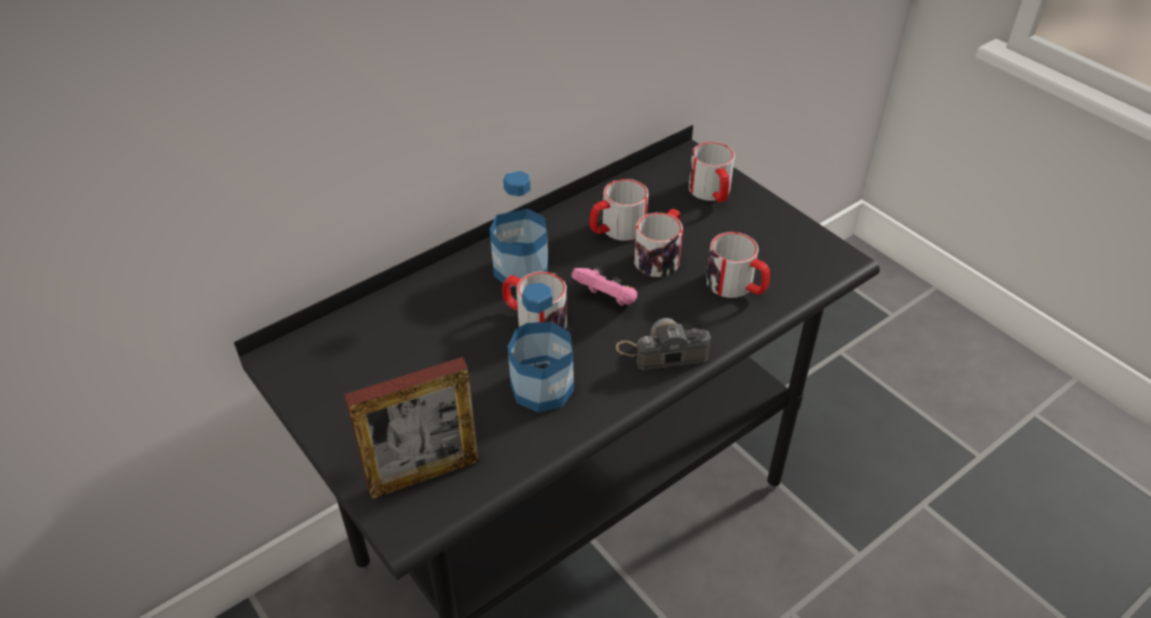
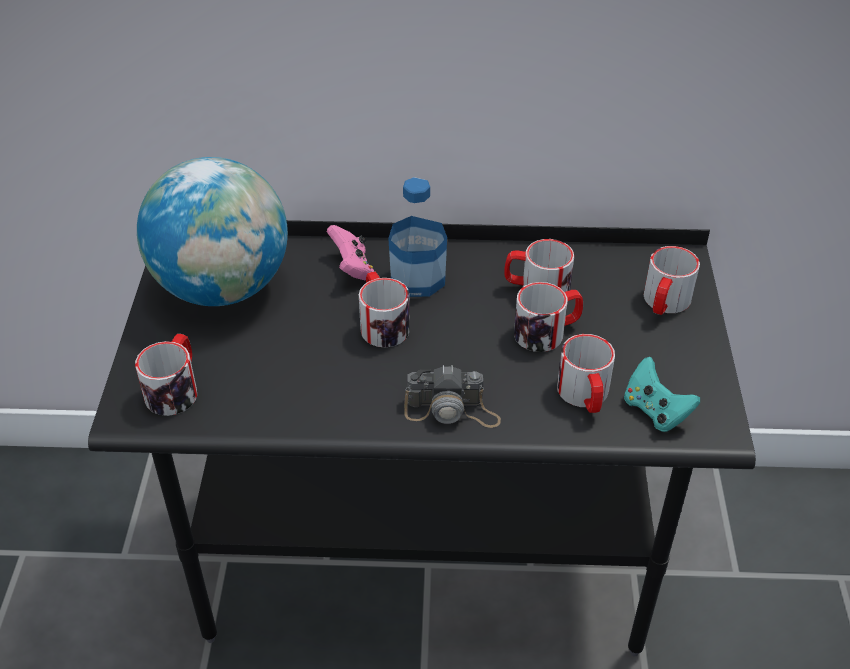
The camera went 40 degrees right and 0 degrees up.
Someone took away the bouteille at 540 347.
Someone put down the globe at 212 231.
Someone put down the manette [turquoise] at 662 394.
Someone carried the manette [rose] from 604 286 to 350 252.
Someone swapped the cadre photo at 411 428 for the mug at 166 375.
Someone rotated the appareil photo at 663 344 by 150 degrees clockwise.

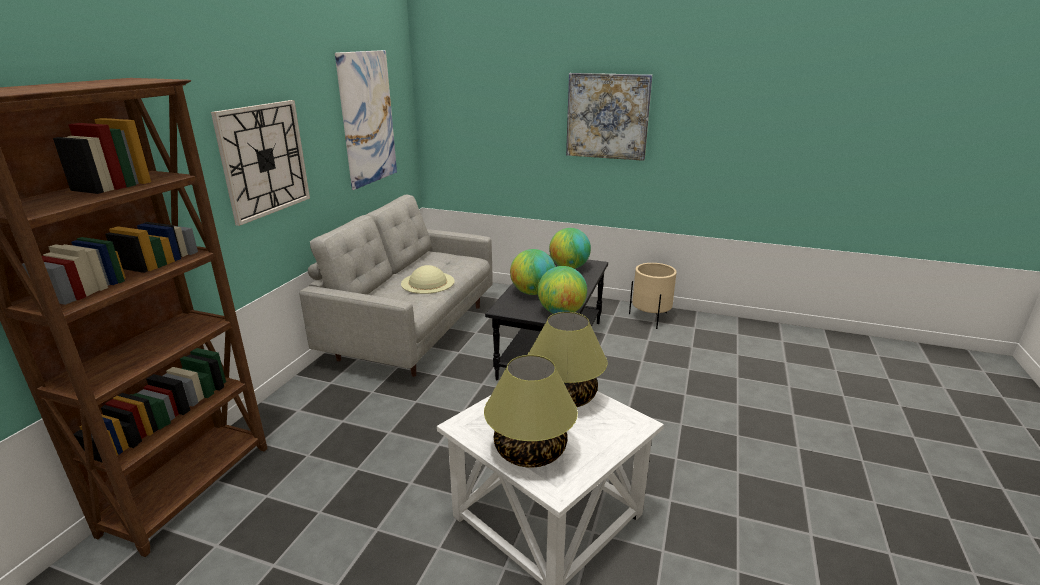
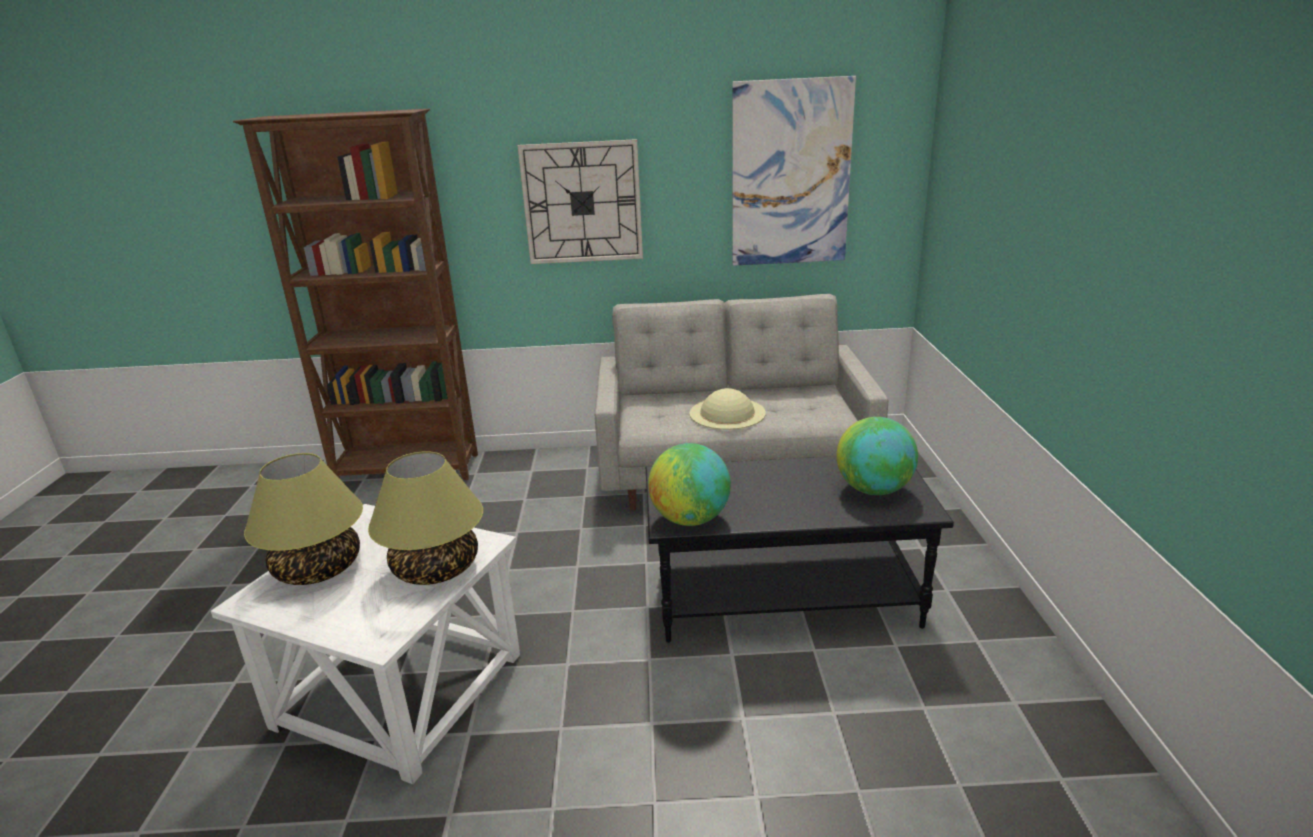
The camera went 70 degrees right and 0 degrees up.
Someone took away the globe at 532 272.
Someone took away the tableau at 609 117.
Someone took away the cache-pot [beige] at 653 296.

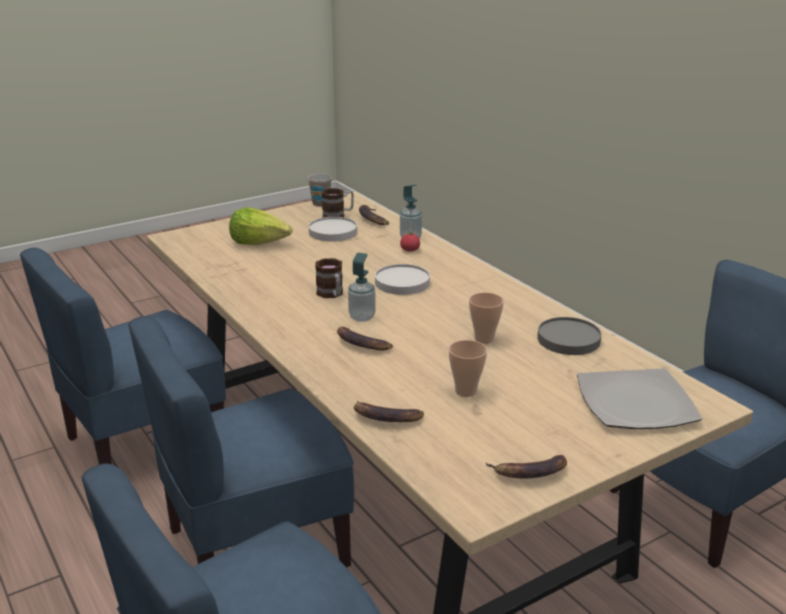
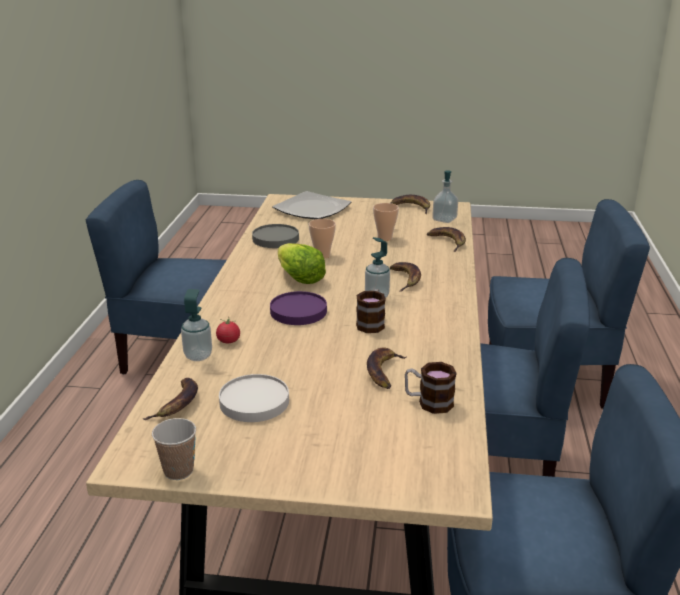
The camera went 140 degrees left and 0 degrees up.
Someone put down the banane at 387 368.
Someone put down the distributeur de savon at 445 196.
Someone carried the laitue from 260 226 to 302 263.
Someone carried the mug from 338 203 to 431 388.
Someone repainted the assiette [blanc] at 402 279, which became the assiette [violet] at 298 308.

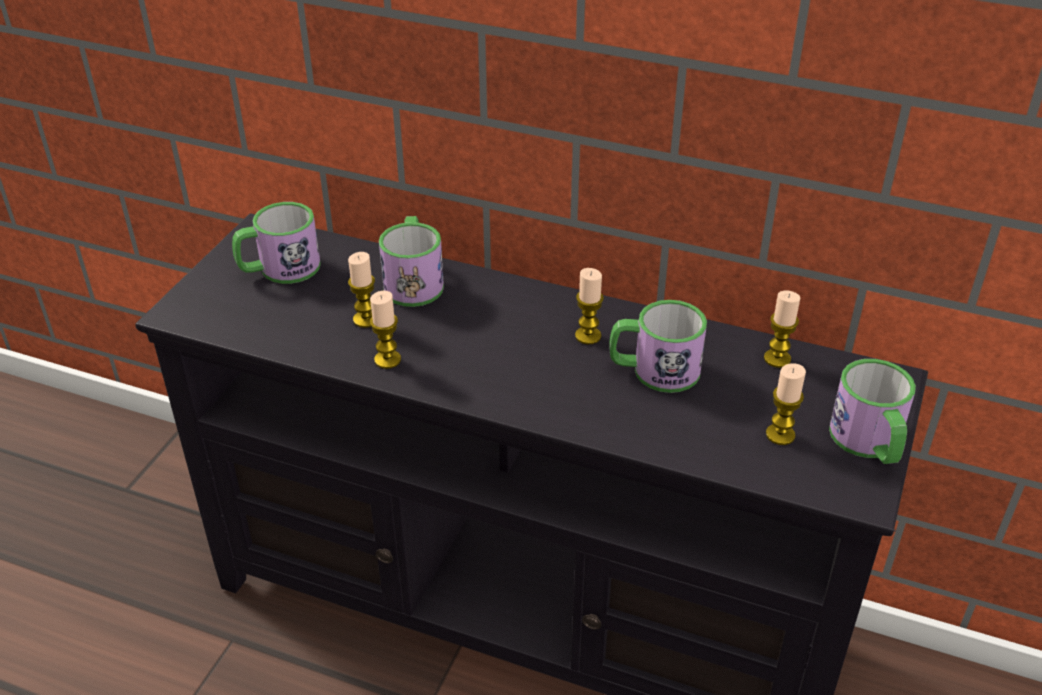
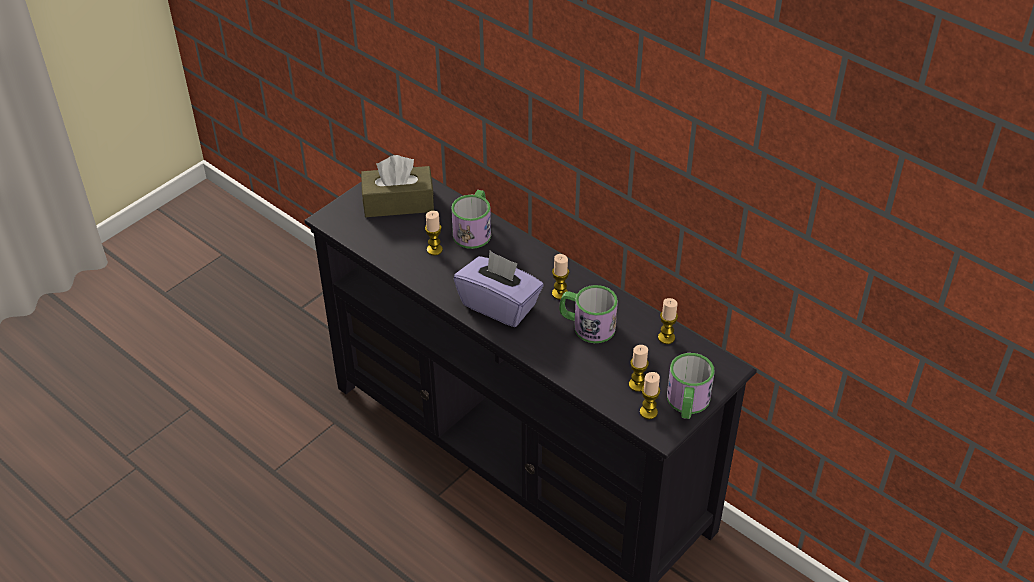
The camera went 20 degrees right and 5 degrees up.
Someone put down the boîte à mouchoirs [violet] at 498 289.
Someone carried the bougie from 385 330 to 650 395.
Someone swapped the mug at 276 243 for the boîte à mouchoirs [marron] at 397 186.

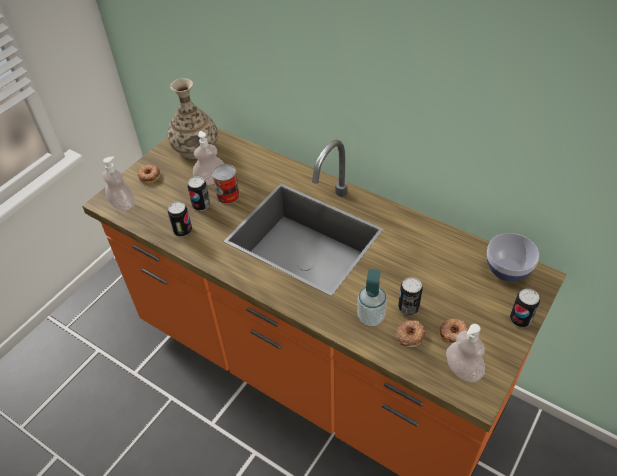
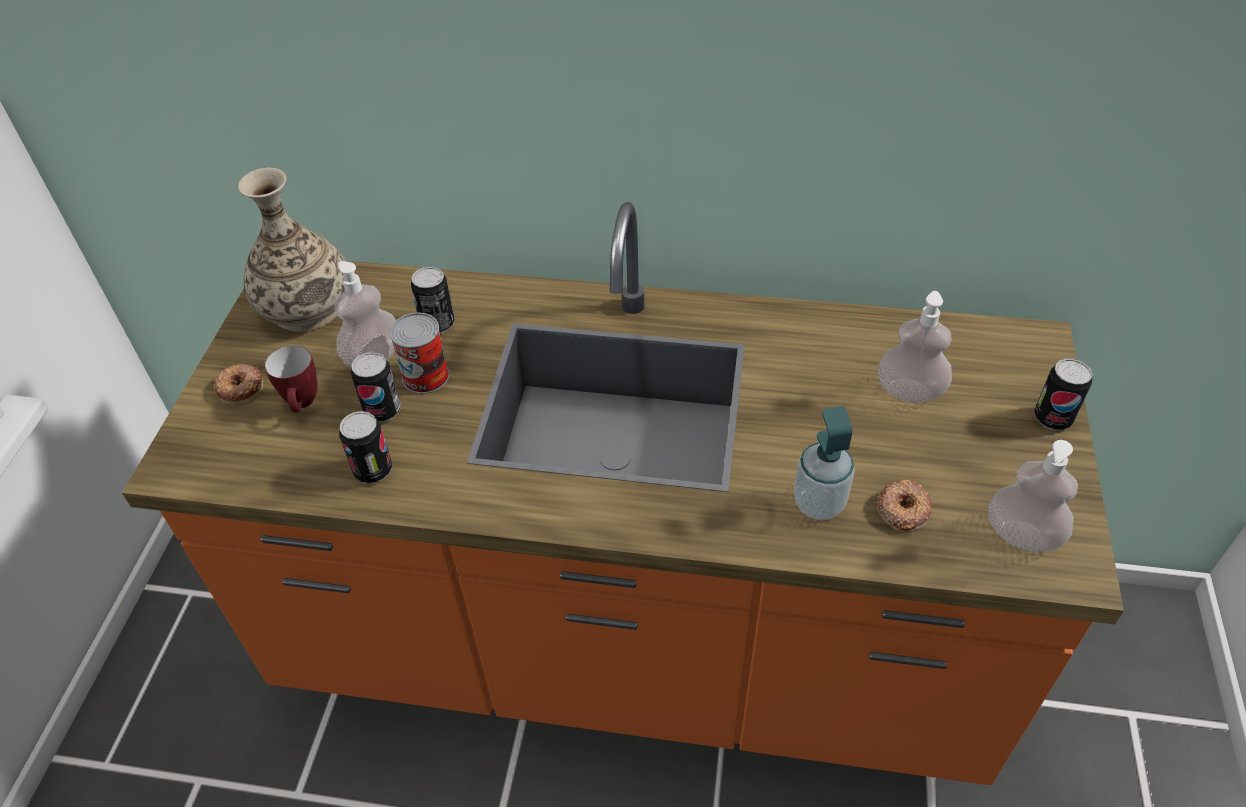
The camera went 25 degrees left and 0 degrees up.
Someone took away the beignet at 454 331.
Someone took away the bol at 513 257.
Someone put down the mug at 291 378.
Someone carried the distributeur de savon from 119 183 to 915 347.
Someone carried the boîte métallique from 410 296 to 433 299.

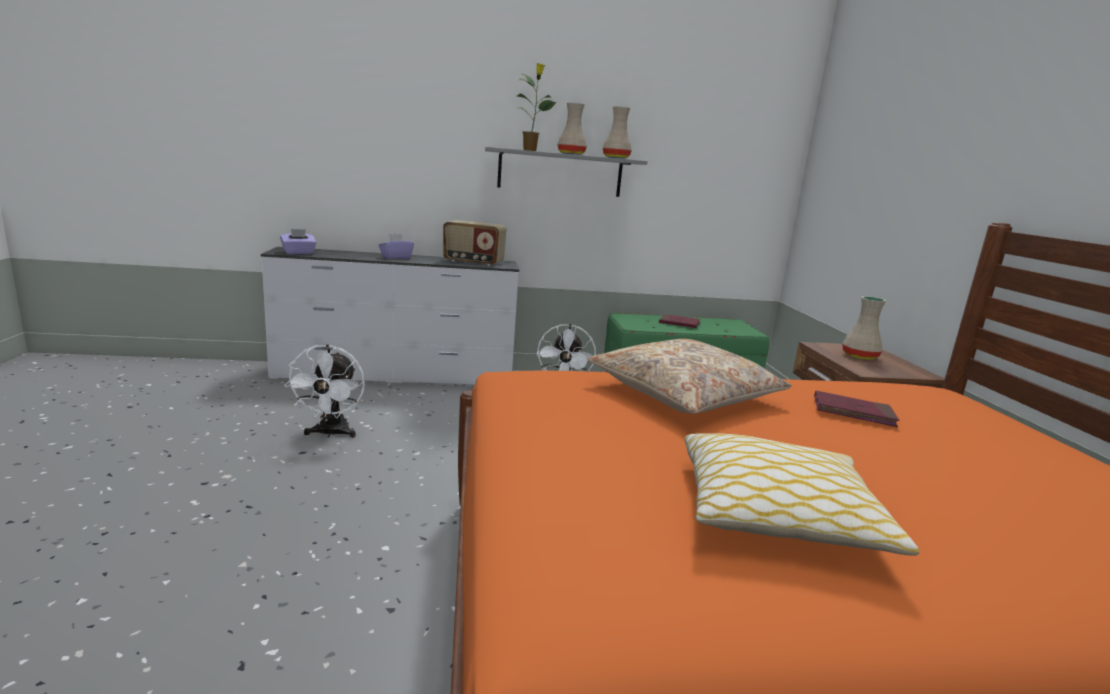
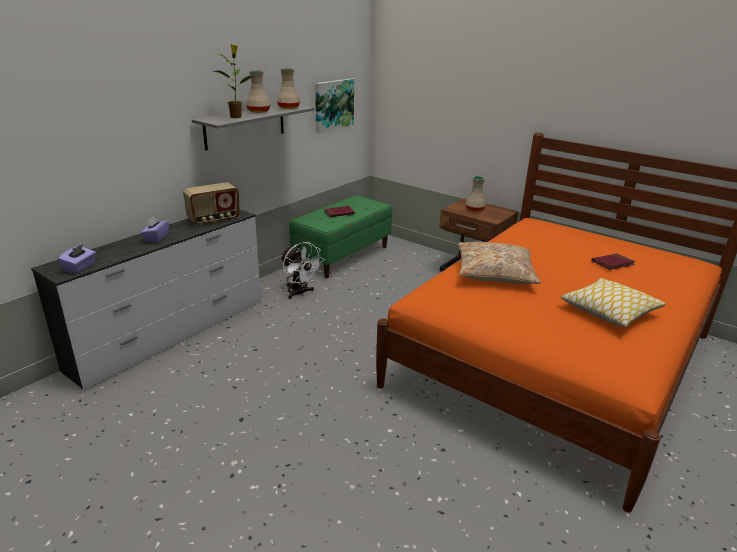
The camera went 45 degrees left and 10 degrees up.
Someone took away the ventilateur [blanc] at 324 391.
Someone put up the tableau at 334 105.
Someone carried the livre [rouge] from 856 409 to 613 261.

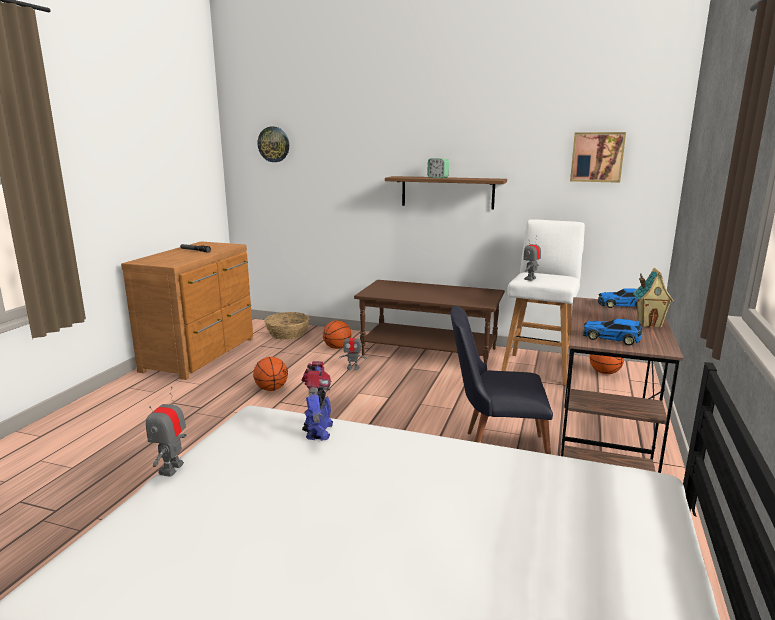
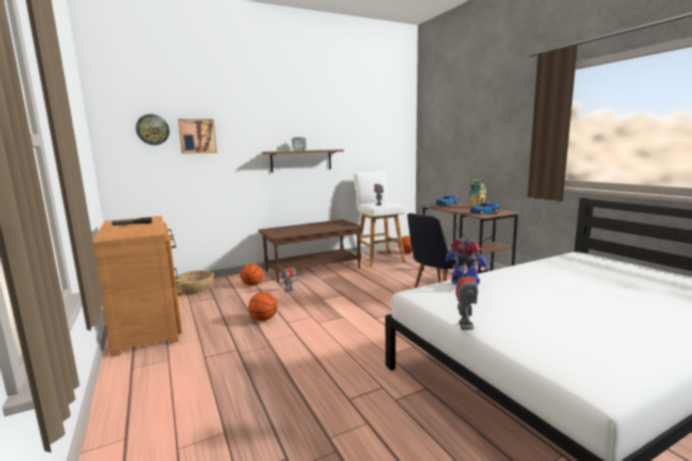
The camera went 45 degrees left and 5 degrees down.
Someone carried the tableau from 598 157 to 197 136.
Someone rotated the robot jouet at 166 432 by 135 degrees counterclockwise.

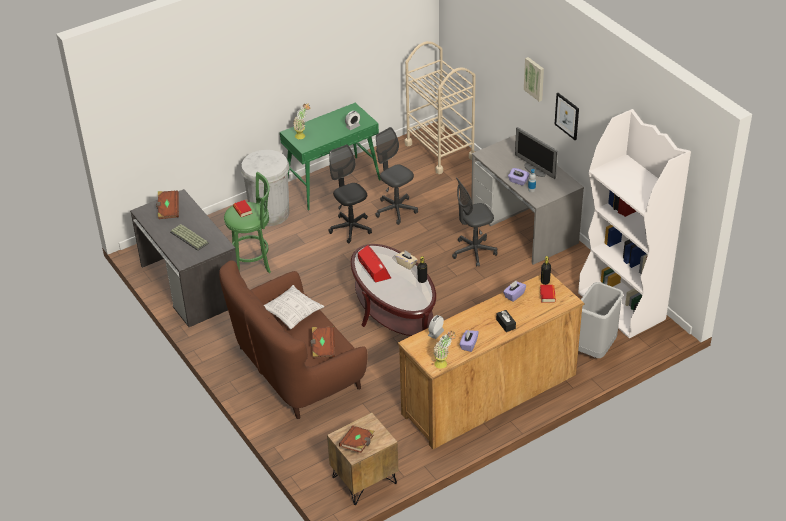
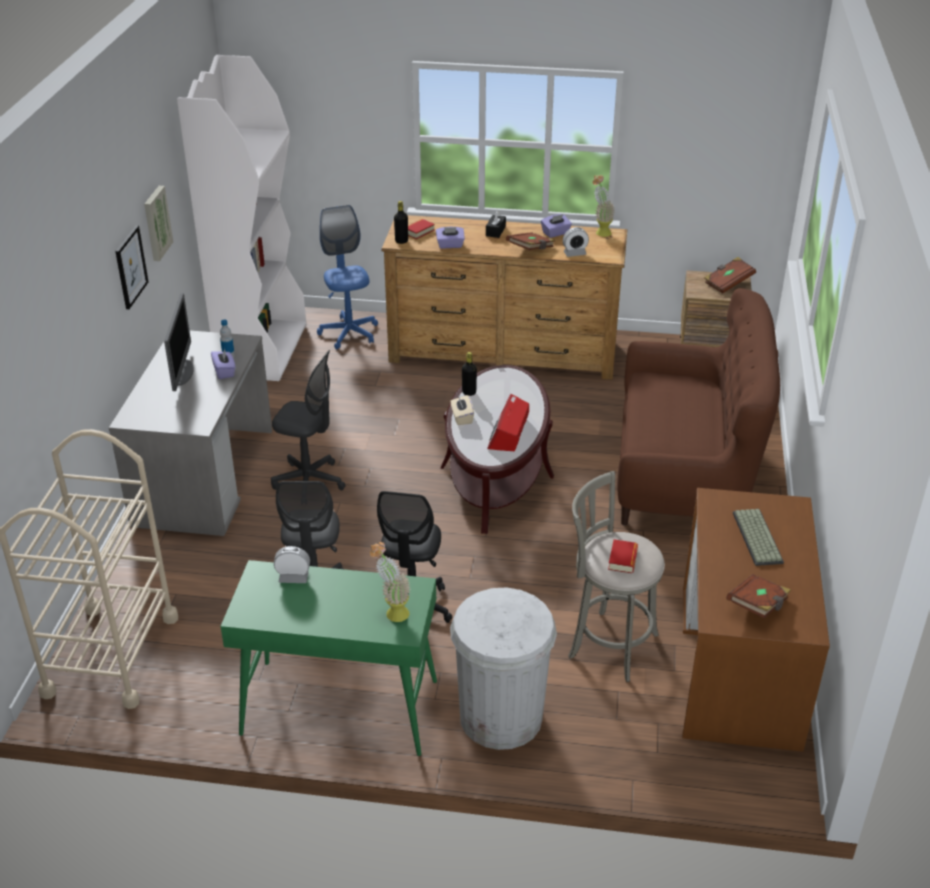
The camera went 140 degrees left and 5 degrees down.
Someone took away the coussin at 294 307.
Someone carried the livre [marron] from 322 342 to 530 241.
Someone carried the tableau from 534 79 to 158 223.
Someone swapped the poubelle [gris] at 600 320 for the chaise de bureau [bleu] at 347 277.
Someone repainted the bureau [gris] at 183 258, which became the bureau [marron] at 756 620.
Someone repainted the tabouret [vert] at 247 222, which became the tabouret [gris] at 616 576.

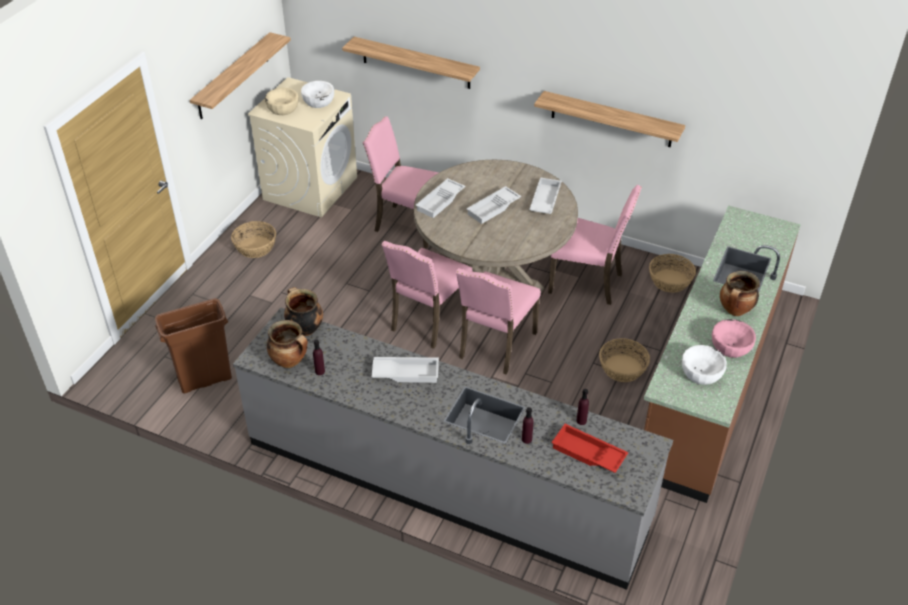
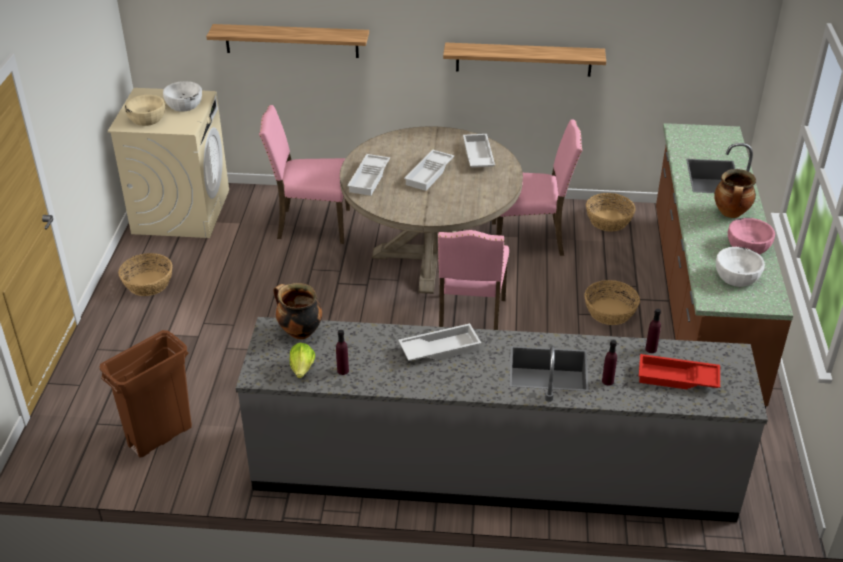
The camera went 20 degrees left and 5 degrees down.
Someone took away the étagère at 240 75.
Someone took away the chaise [rose] at 427 295.
Someone swapped the marmite at 287 344 for the laitue at 302 360.

